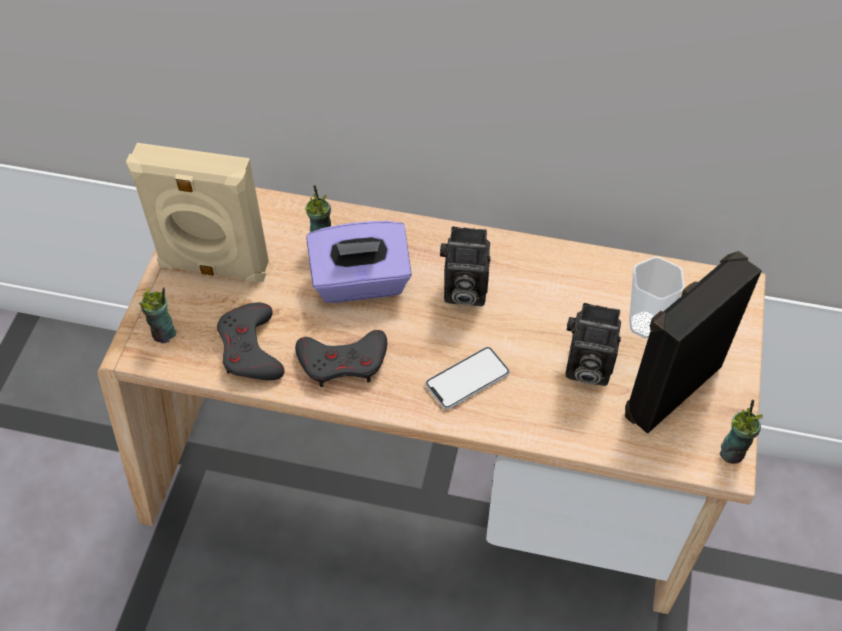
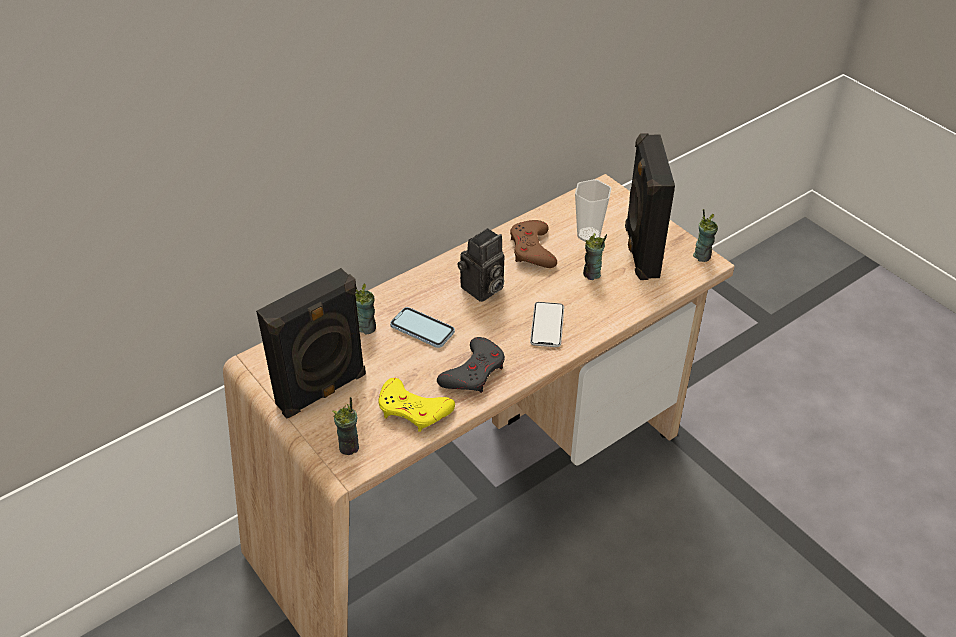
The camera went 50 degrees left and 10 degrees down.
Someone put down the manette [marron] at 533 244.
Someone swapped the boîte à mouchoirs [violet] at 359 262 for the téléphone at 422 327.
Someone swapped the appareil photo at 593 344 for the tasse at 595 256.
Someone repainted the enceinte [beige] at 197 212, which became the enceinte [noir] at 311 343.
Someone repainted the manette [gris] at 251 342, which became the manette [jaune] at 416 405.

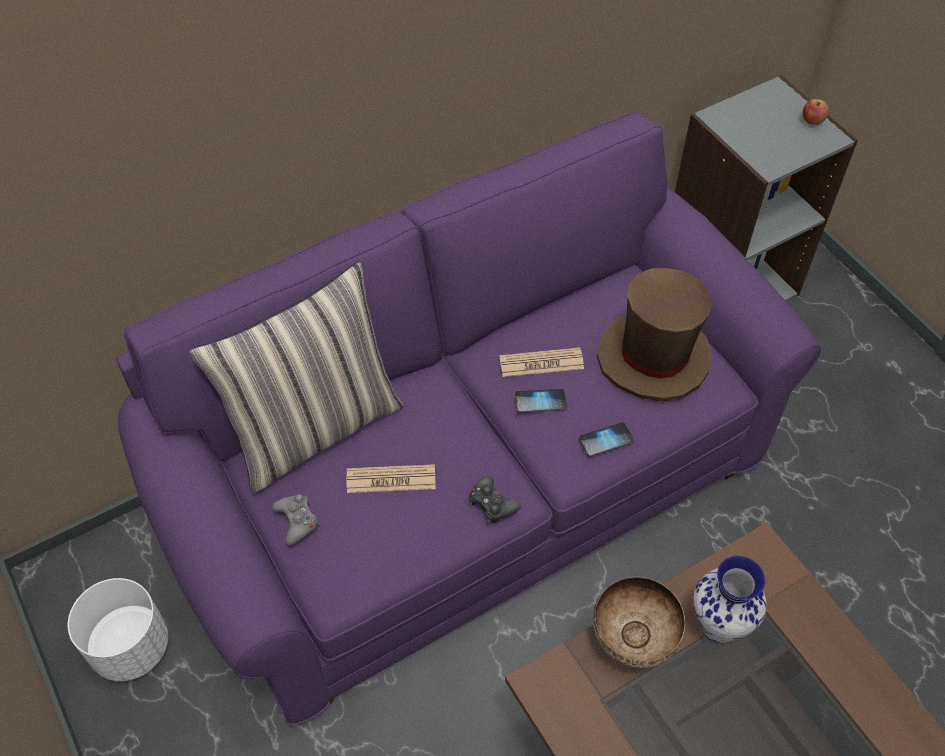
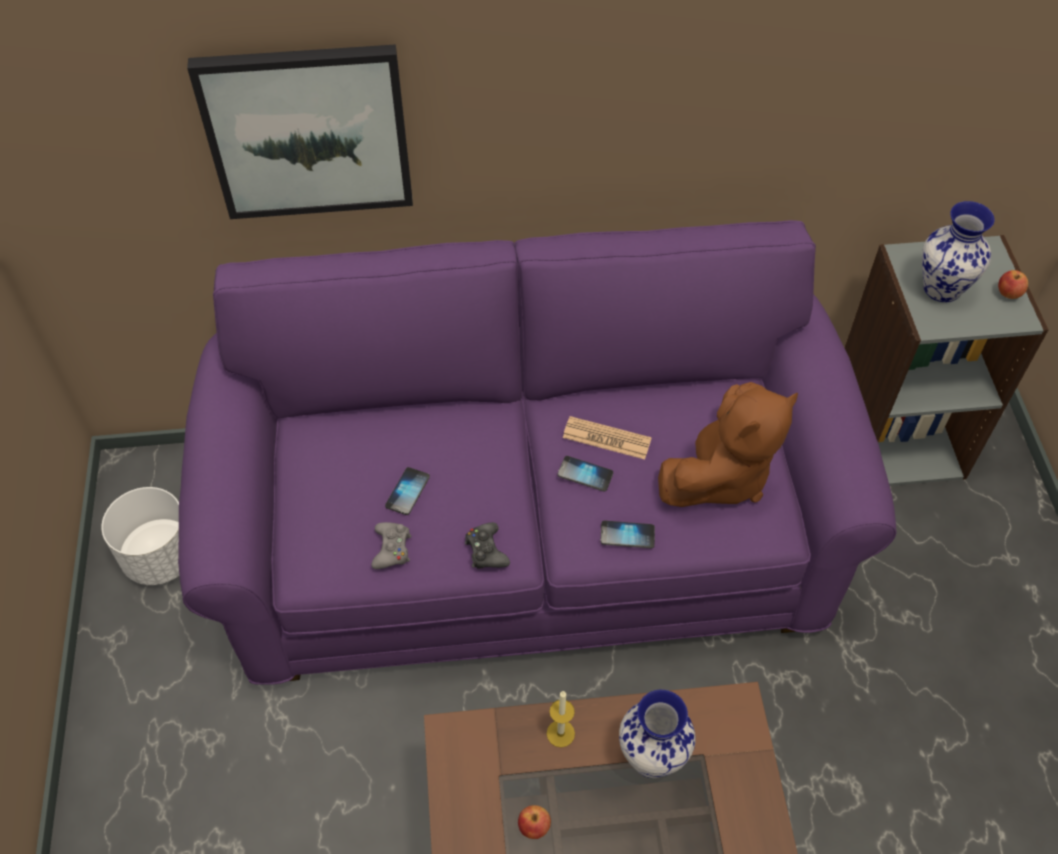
The camera went 25 degrees right and 0 degrees up.
Someone took away the coussin at 296 377.
Someone put up the tableau at 300 131.
Someone put down the pomme at 534 822.
Someone put down the vase at 958 251.
Someone carried the manette [gris] from 296 520 to 391 545.
Someone swapped the journal at 391 478 for the téléphone at 407 491.
Someone swapped the bol at 639 623 for the bougie at 561 719.
Someone swapped the chapeau [marron] at 654 334 for the peluche [marron] at 728 444.

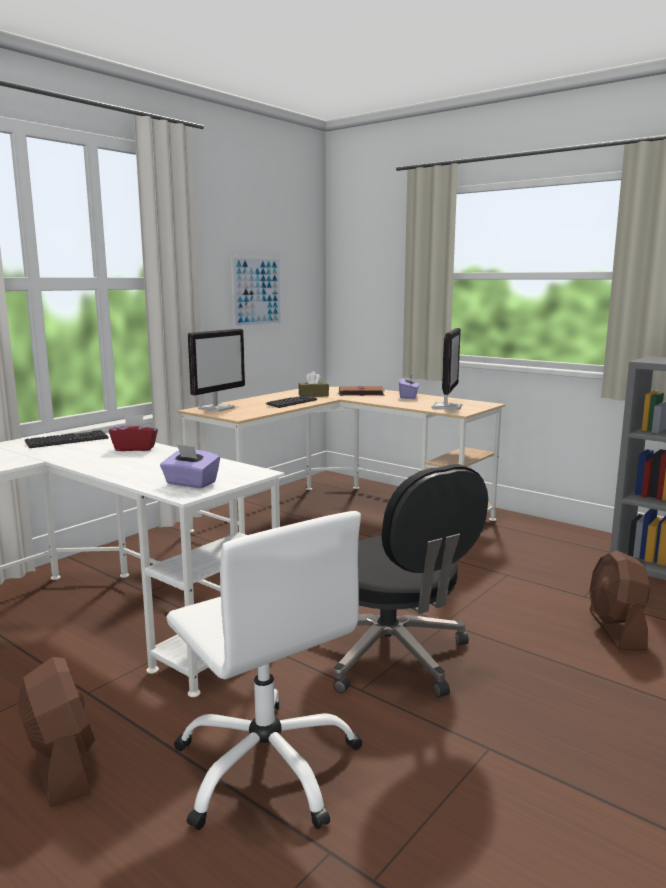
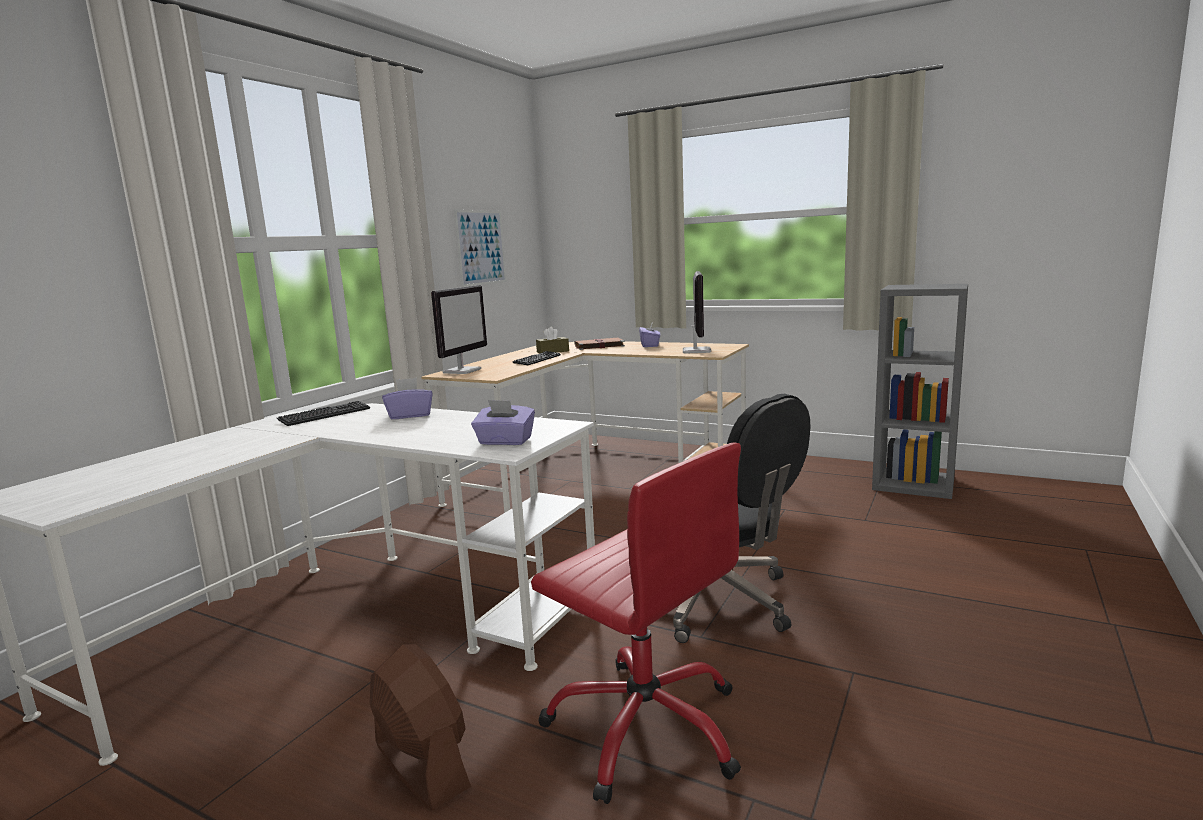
The camera went 10 degrees left and 0 degrees up.
Someone took away the ventilateur [marron] at 620 600.
Someone repainted the boîte à mouchoirs [rouge] at 133 433, which became the boîte à mouchoirs [violet] at 407 398.
Someone repainted the chaise de bureau [blanc] at 264 670, which became the chaise de bureau [rouge] at 636 623.

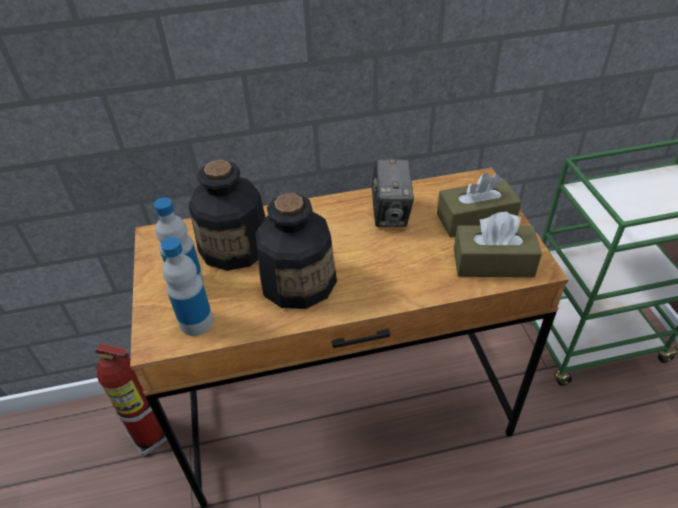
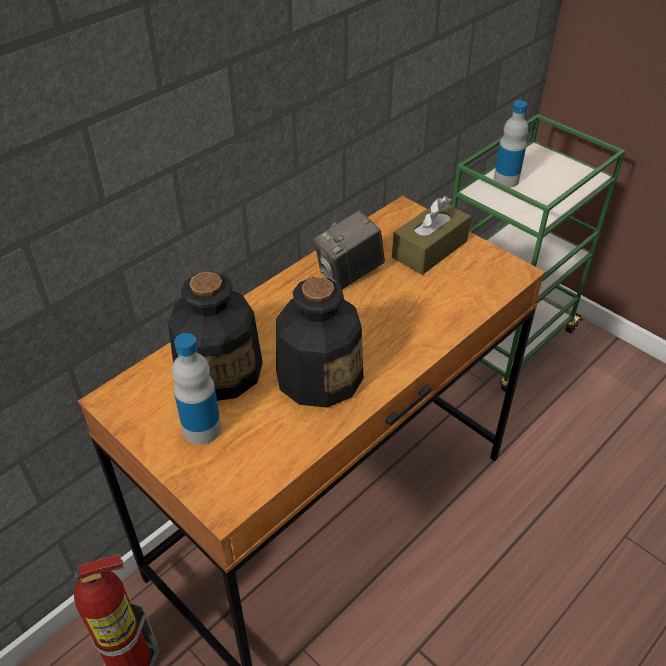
The camera went 35 degrees left and 0 degrees up.
Someone took away the boîte à mouchoirs [marron] at 498 244.
Someone carried the bouteille from 187 286 to 511 144.
Someone rotated the appareil photo at 393 192 by 90 degrees clockwise.

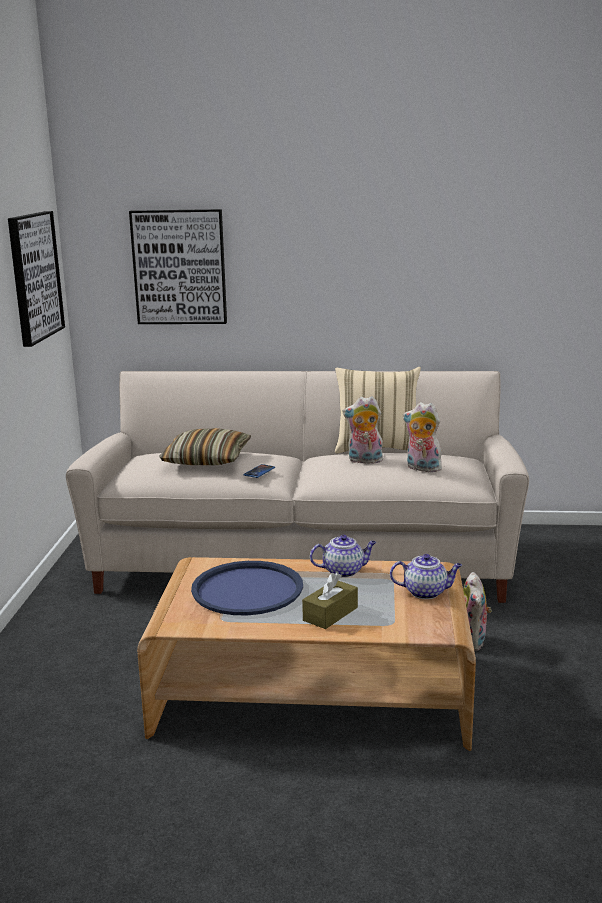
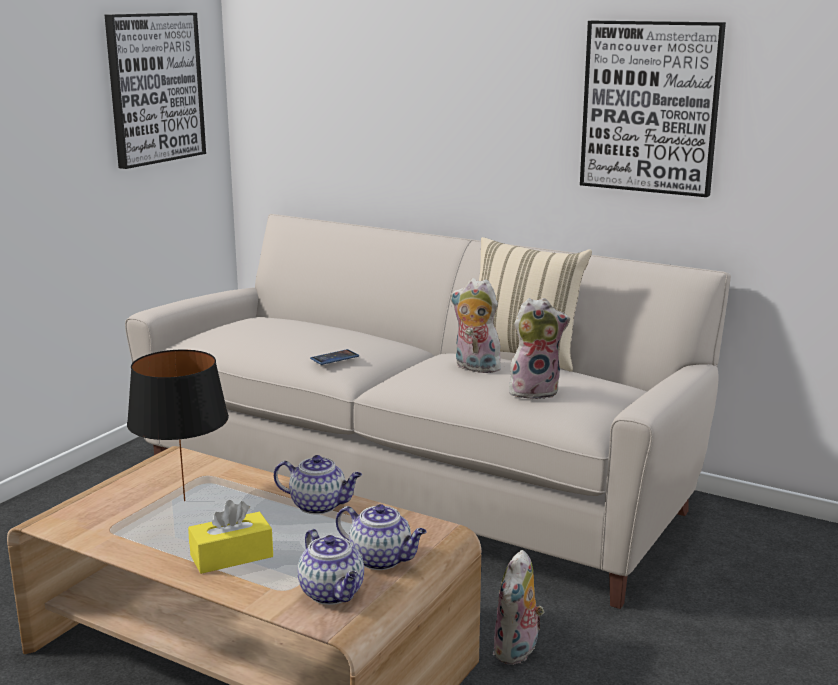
The camera went 25 degrees right and 0 degrees up.
Someone took away the coussin at 205 446.
Someone put down the théière at 330 567.
Someone carried the tableau from 178 266 to 653 109.
Someone swapped the plateau [bleu] at 247 588 for the lampe de table [noir] at 178 425.
Someone repainted the boîte à mouchoirs [marron] at 330 600, which became the boîte à mouchoirs [jaune] at 230 537.
Someone rotated the peluche at 422 437 by 120 degrees clockwise.

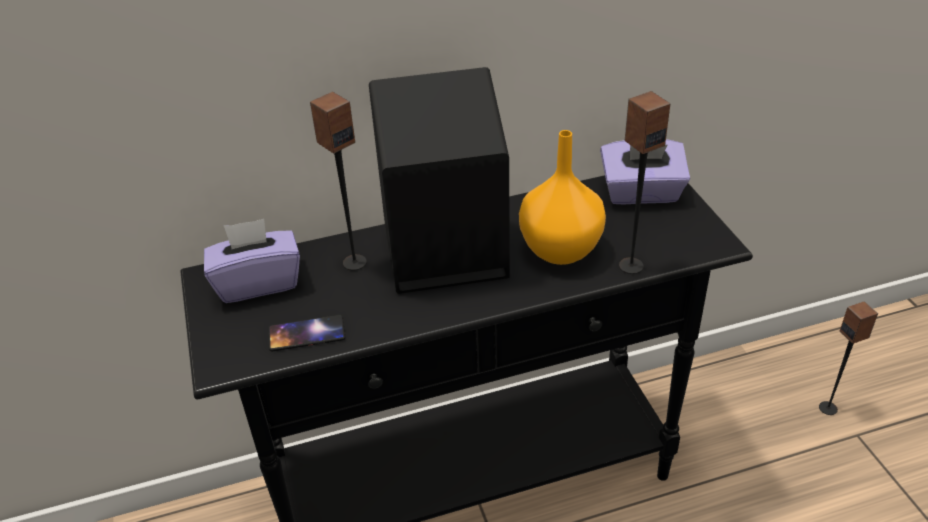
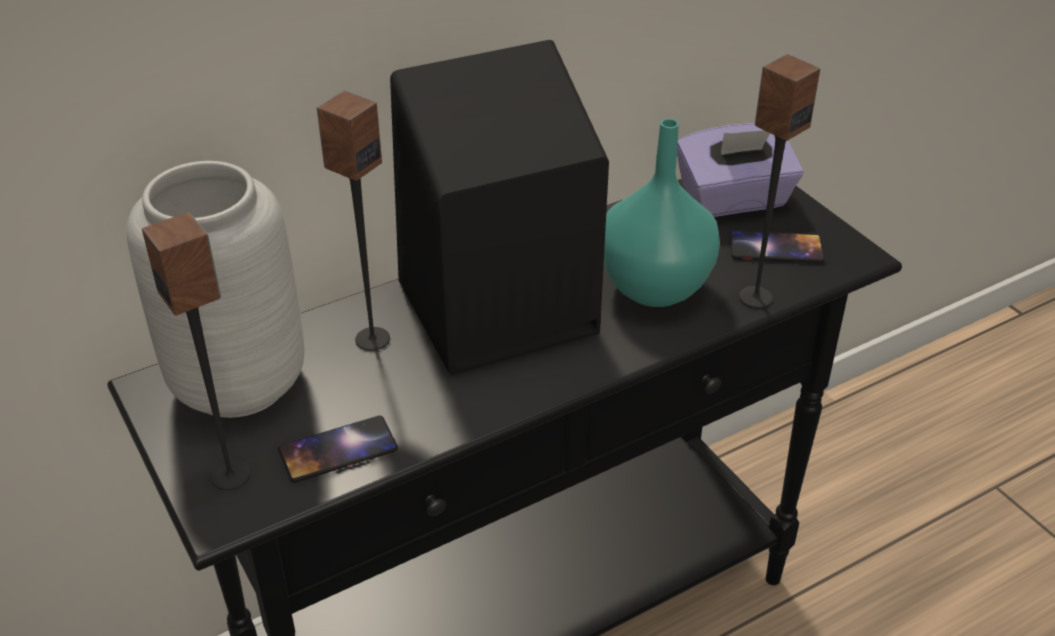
The camera went 15 degrees left and 0 degrees up.
Someone put down the téléphone at 777 247.
Someone carried the enceinte from 848 358 to 196 351.
Someone swapped the boîte à mouchoirs [violet] at 252 261 for the vase [gris] at 215 289.
Someone repainted the vase [orange] at 562 197, which became the vase [turquoise] at 662 213.

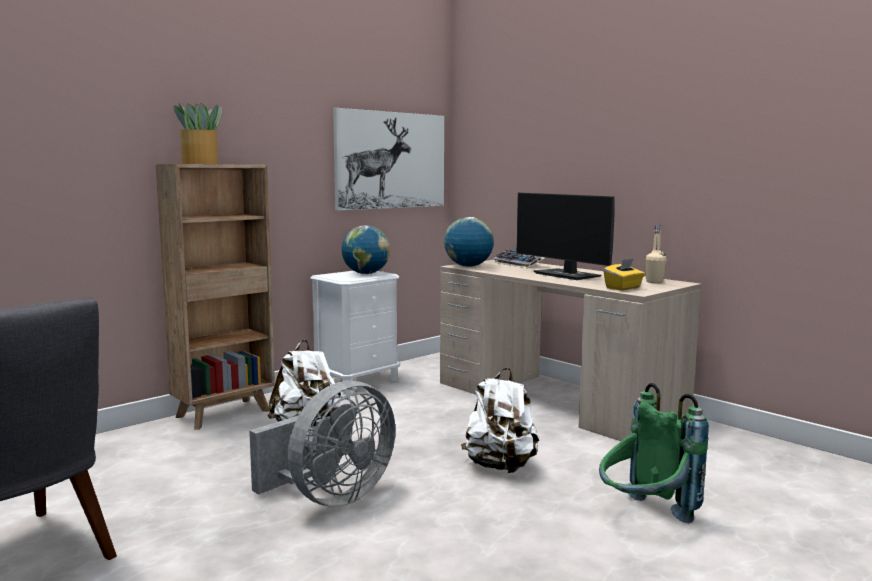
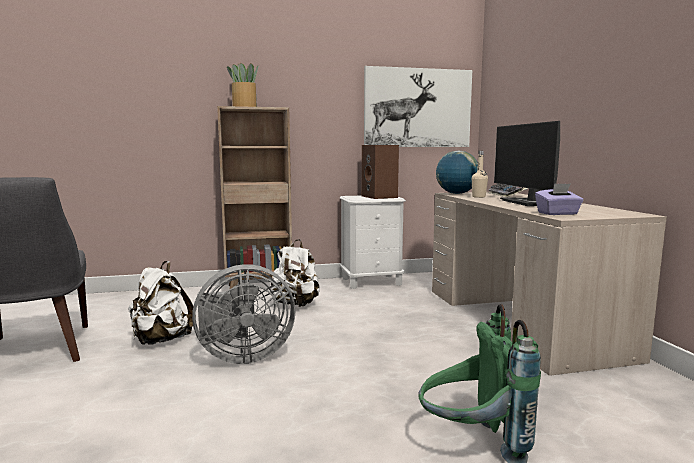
The camera went 30 degrees right and 0 degrees up.
Someone carried the sac à dos [blanc] from 500 420 to 162 303.
Someone carried the bouteille [beige] from 656 254 to 480 174.
Someone swapped the globe at 365 250 for the enceinte [marron] at 380 172.
Someone repainted the boîte à mouchoirs [jaune] at 624 275, which became the boîte à mouchoirs [violet] at 559 199.

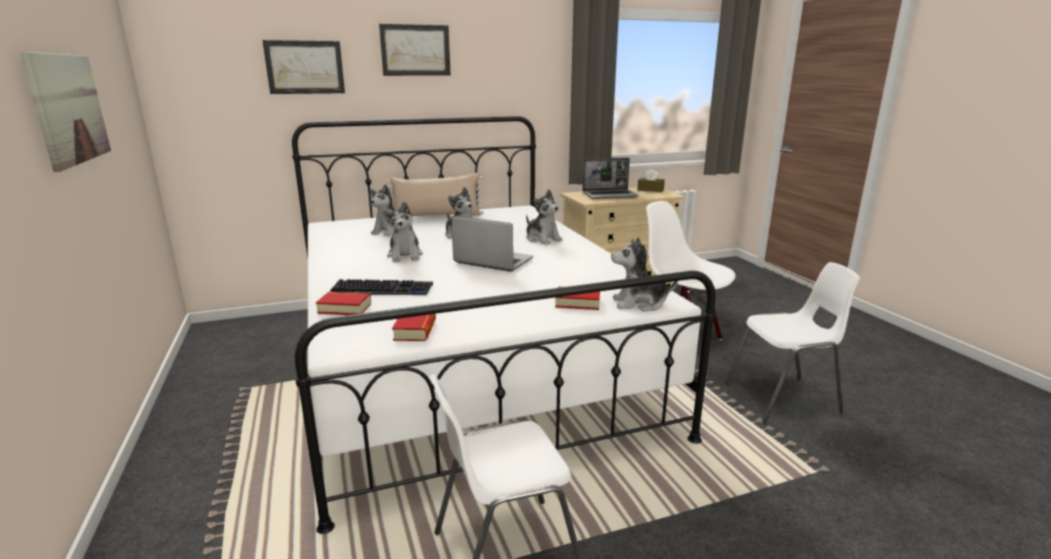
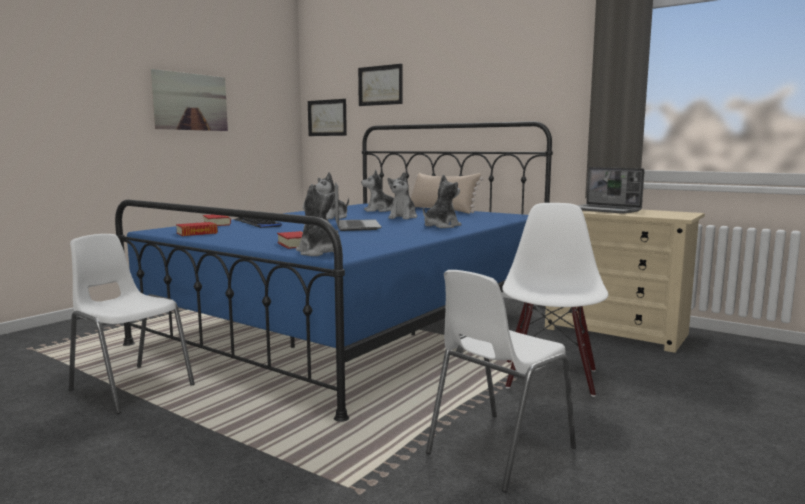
The camera went 55 degrees right and 10 degrees down.
Someone took away the boîte à mouchoirs [marron] at 651 180.
Someone carried the tableau from 415 50 to 327 117.
Someone repainted the lit [blanc] at 504 325, which became the lit [bleu] at 334 271.
Someone rotated the peluche at 544 217 by 150 degrees counterclockwise.
Someone rotated the chaise [blanc] at 792 342 by 90 degrees clockwise.

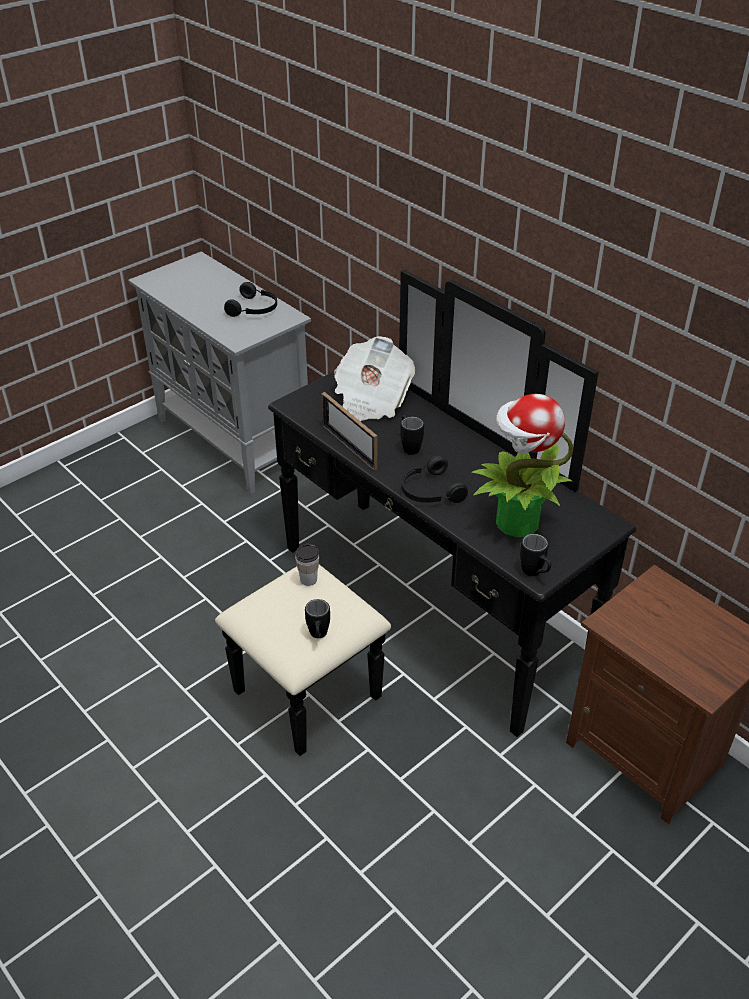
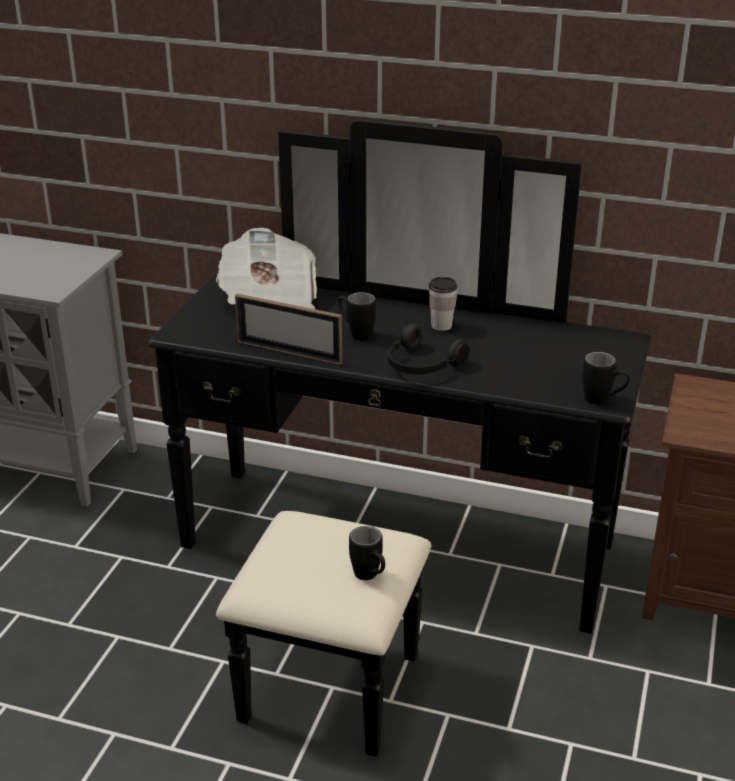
The camera went 30 degrees left and 10 degrees down.
Someone took away the casque audio [noir] at 250 299.
Someone took away the plante en pot at 522 465.
Someone carried the tasse from 307 565 to 443 304.

